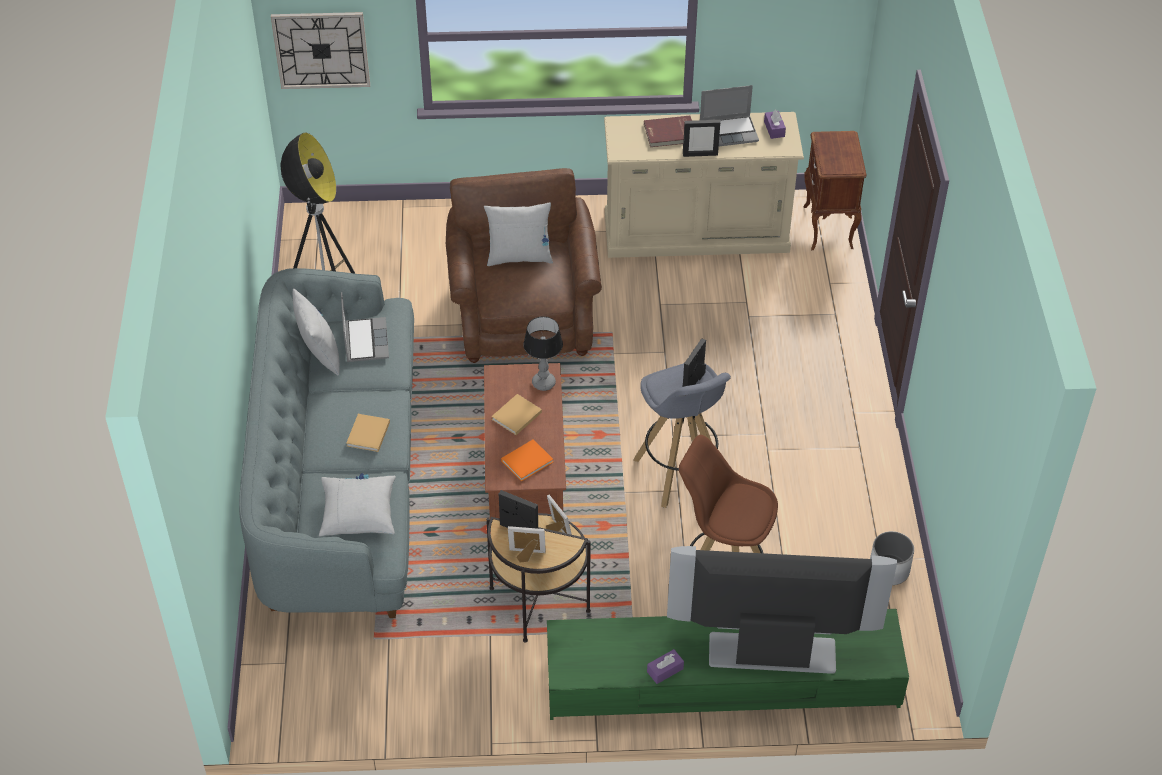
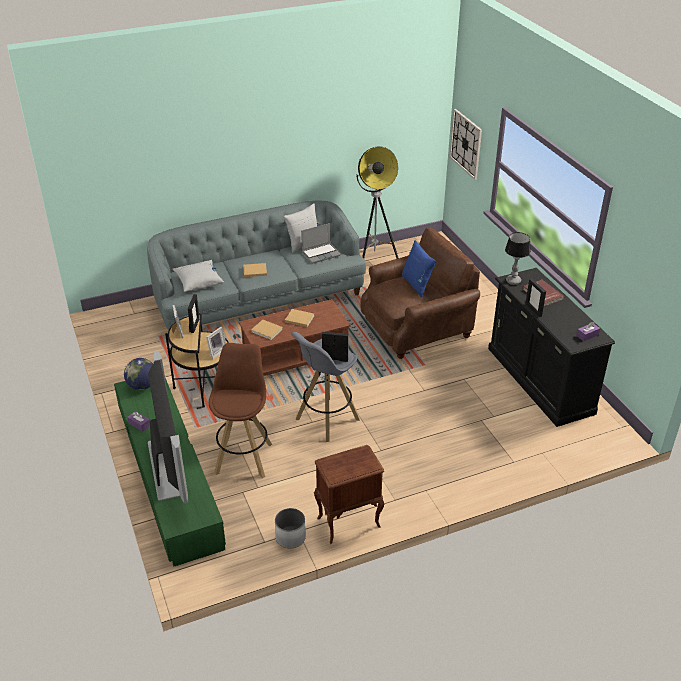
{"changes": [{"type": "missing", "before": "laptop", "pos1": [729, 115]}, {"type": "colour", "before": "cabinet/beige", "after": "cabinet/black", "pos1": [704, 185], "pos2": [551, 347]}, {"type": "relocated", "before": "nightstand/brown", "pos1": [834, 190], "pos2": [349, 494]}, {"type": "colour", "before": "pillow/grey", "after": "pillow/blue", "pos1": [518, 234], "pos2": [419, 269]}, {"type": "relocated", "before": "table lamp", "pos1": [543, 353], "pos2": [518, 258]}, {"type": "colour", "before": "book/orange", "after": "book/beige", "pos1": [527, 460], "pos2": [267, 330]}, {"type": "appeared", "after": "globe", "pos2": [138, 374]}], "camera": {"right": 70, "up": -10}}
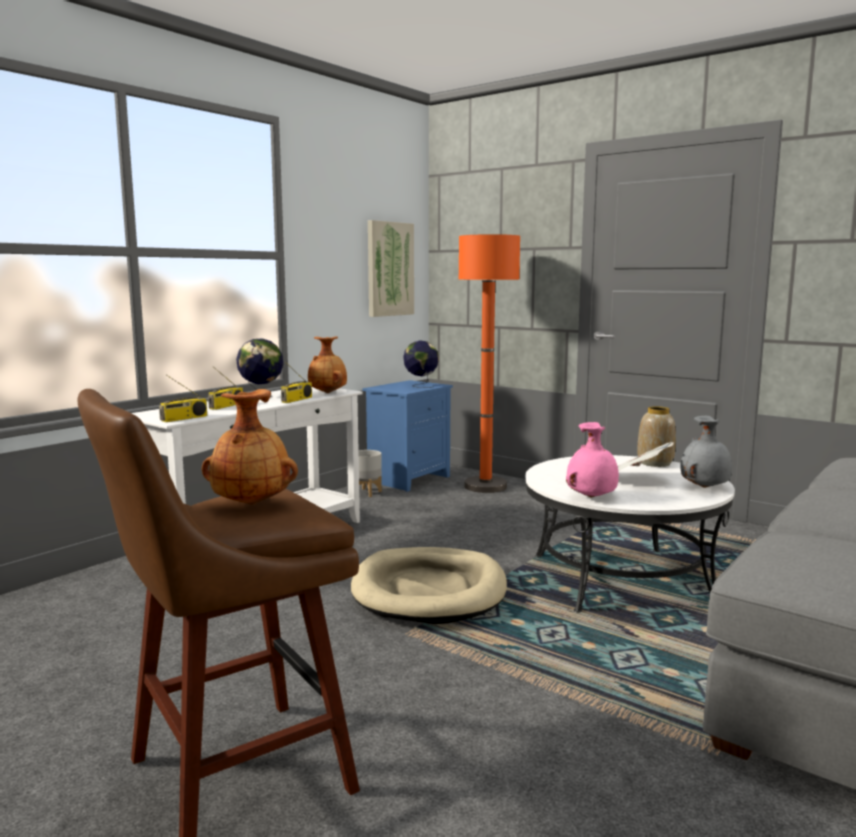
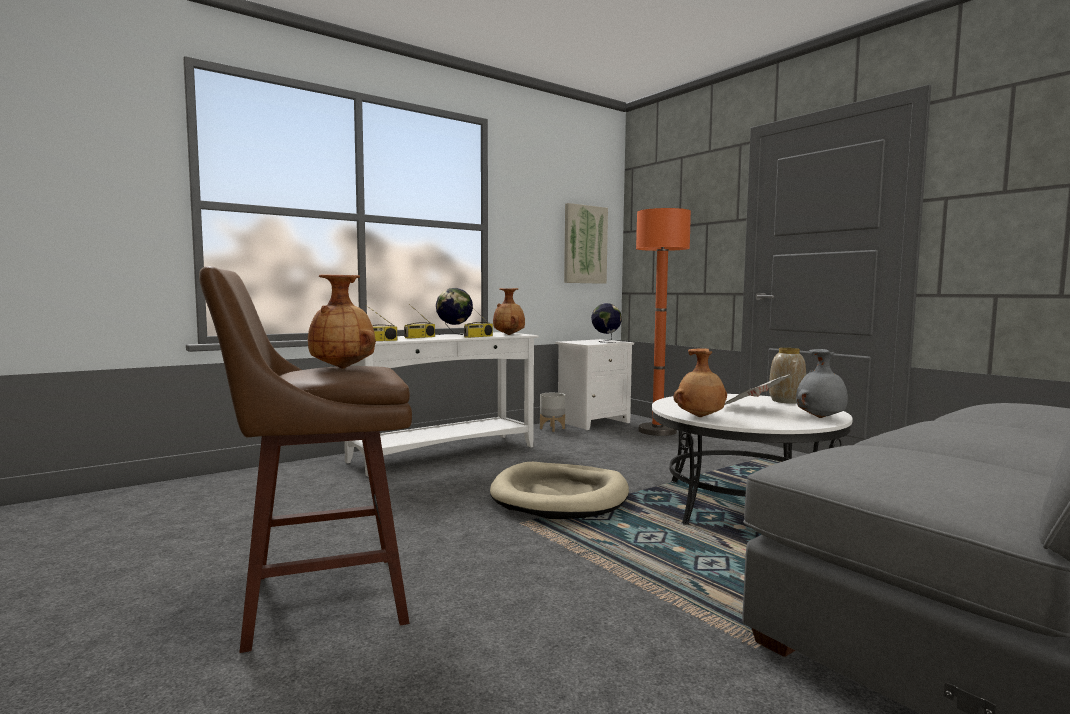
{"changes": [{"type": "colour", "before": "nightstand/blue", "after": "nightstand/white", "pos1": [407, 436], "pos2": [594, 384]}, {"type": "colour", "before": "vase/pink", "after": "vase/brown", "pos1": [592, 459], "pos2": [700, 382]}], "camera": {"right": 15, "up": -5}}
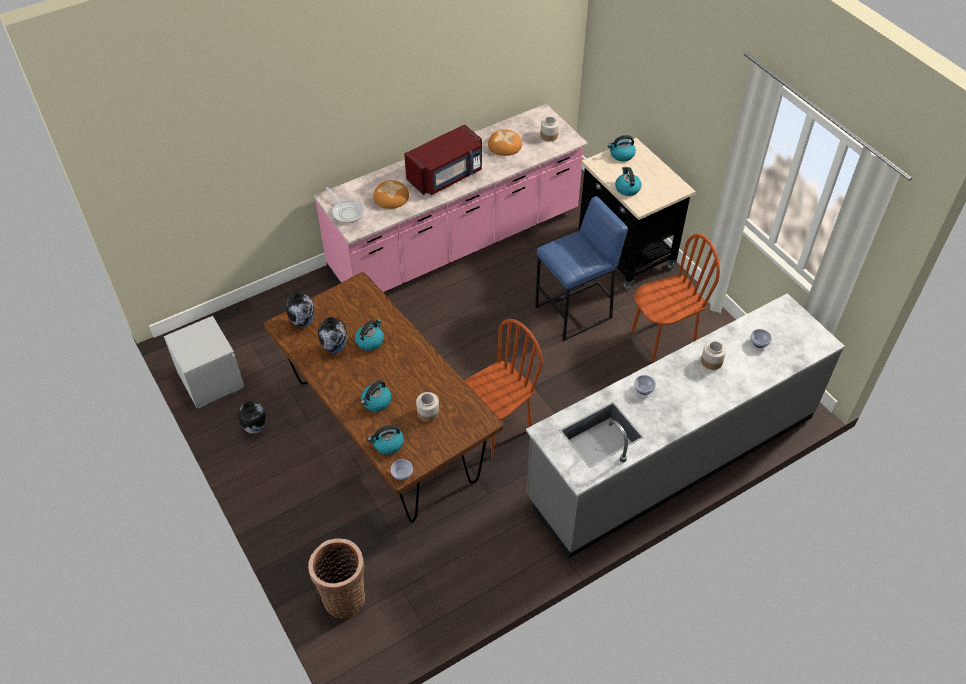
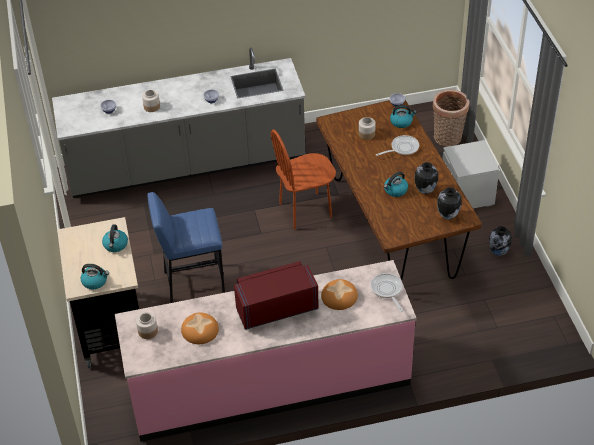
{"changes": [{"type": "missing", "before": "chair/brown", "pos1": [675, 298]}, {"type": "relocated", "before": "nightstand/white", "pos1": [204, 362], "pos2": [471, 174]}, {"type": "exchanged", "before": "kettle", "after": "frying pan", "pos1": [376, 396], "pos2": [397, 145]}], "camera": {"right": -160, "up": -5}}
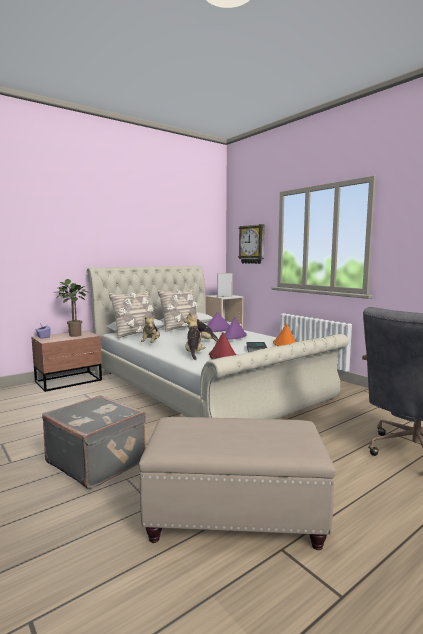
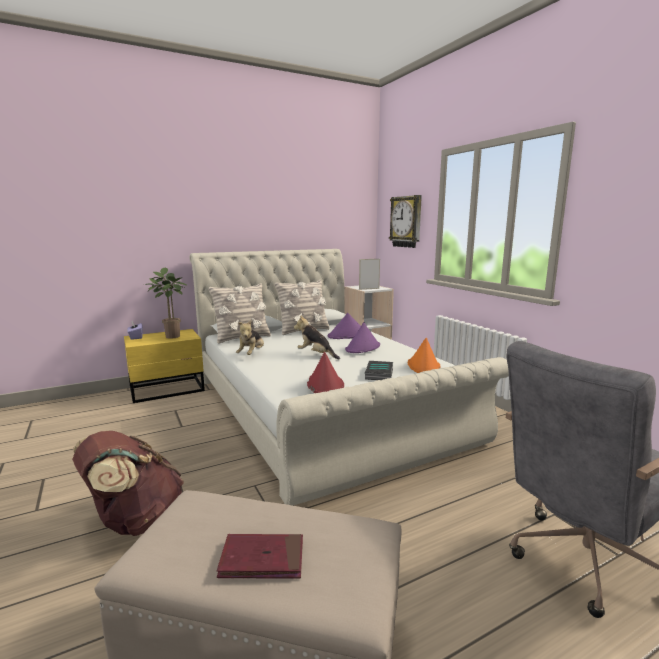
{"changes": [{"type": "missing", "before": "plush toy", "pos1": [195, 339]}, {"type": "colour", "before": "nightstand/brown", "after": "nightstand/yellow", "pos1": [67, 361], "pos2": [164, 366]}, {"type": "exchanged", "before": "suitcase/grey", "after": "backpack/brown", "pos1": [94, 442], "pos2": [128, 483]}, {"type": "appeared", "after": "book/red", "pos2": [260, 556]}], "camera": {"right": 10, "up": 5}}
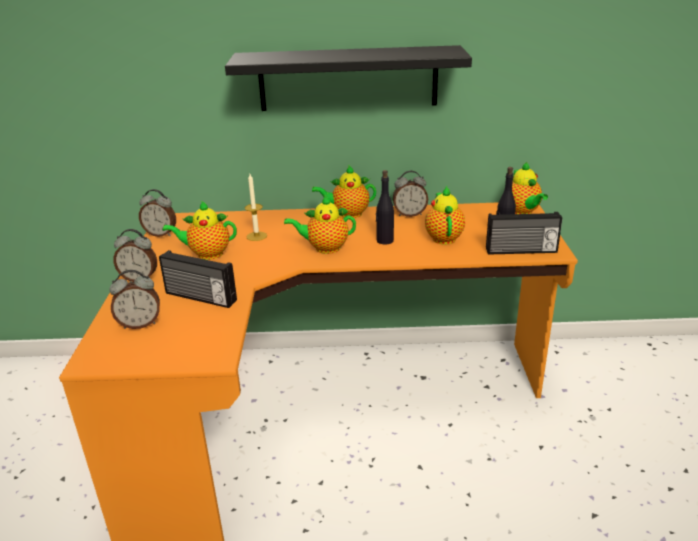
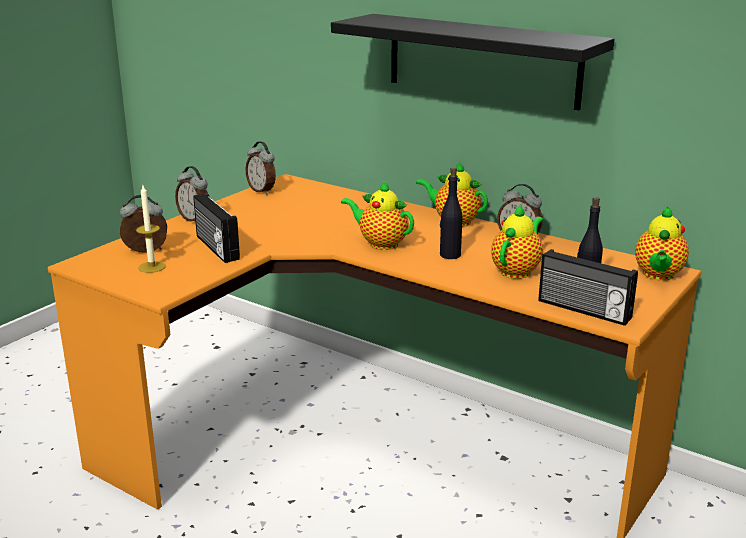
{"changes": [{"type": "relocated", "before": "candle", "pos1": [256, 207], "pos2": [151, 229]}, {"type": "missing", "before": "teapot", "pos1": [199, 230]}, {"type": "spun", "before": "alarm clock", "pos1": [134, 299], "pos2": [143, 224], "turn": 150}], "camera": {"right": 35, "up": -5}}
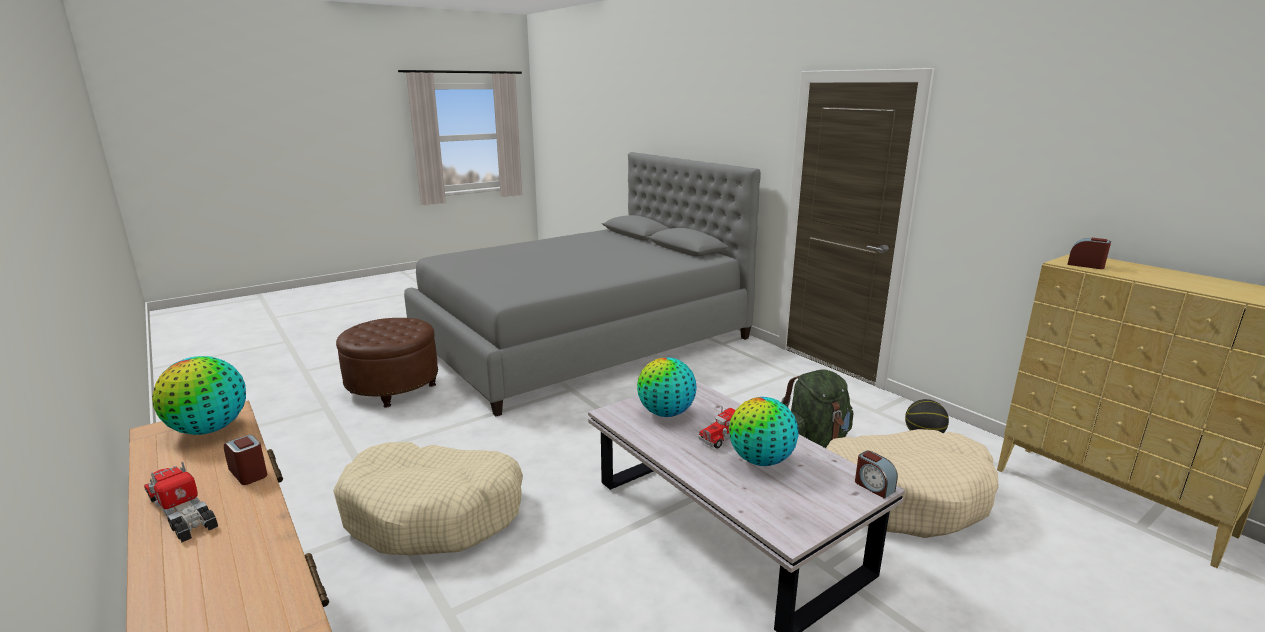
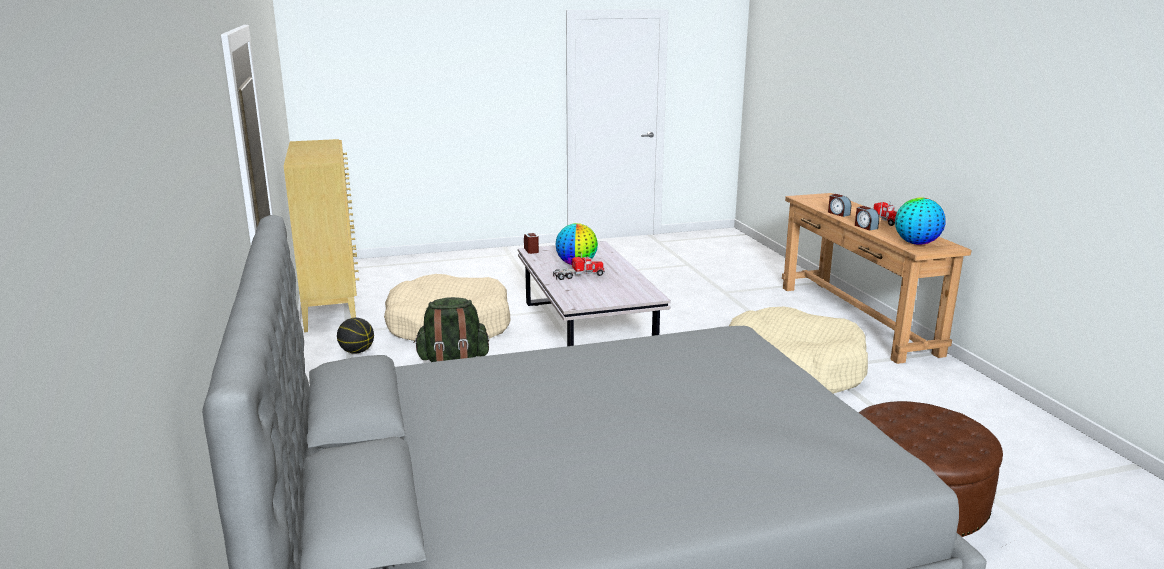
{"changes": [{"type": "relocated", "before": "alarm clock", "pos1": [1089, 253], "pos2": [839, 205]}, {"type": "missing", "before": "globe", "pos1": [667, 387]}], "camera": {"right": -160, "up": 0}}
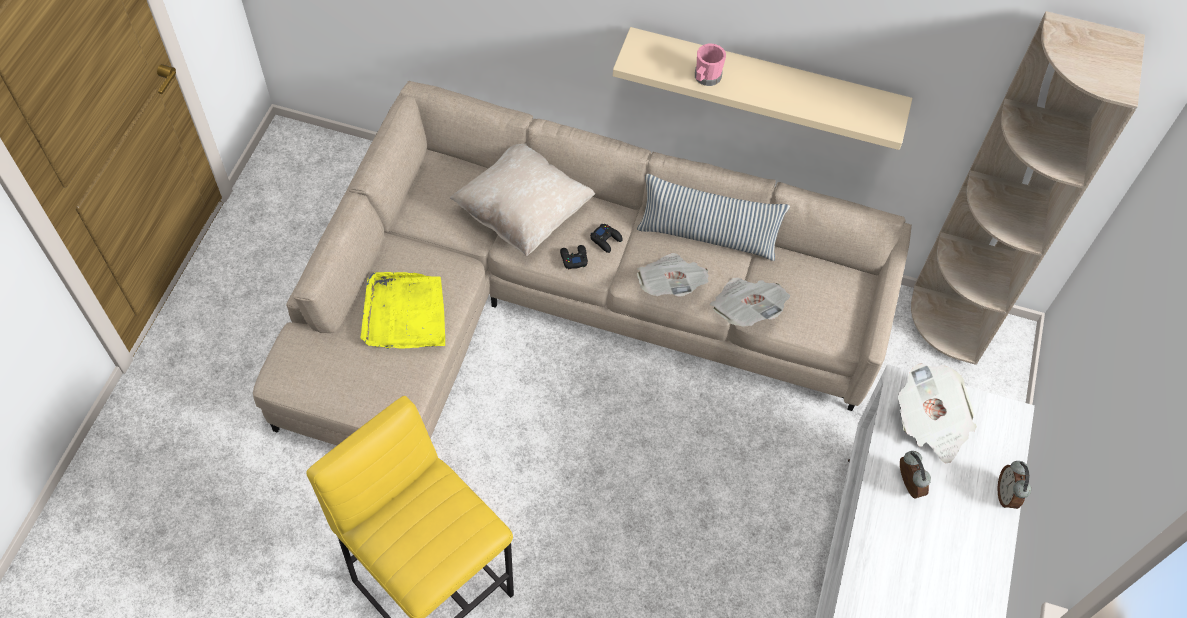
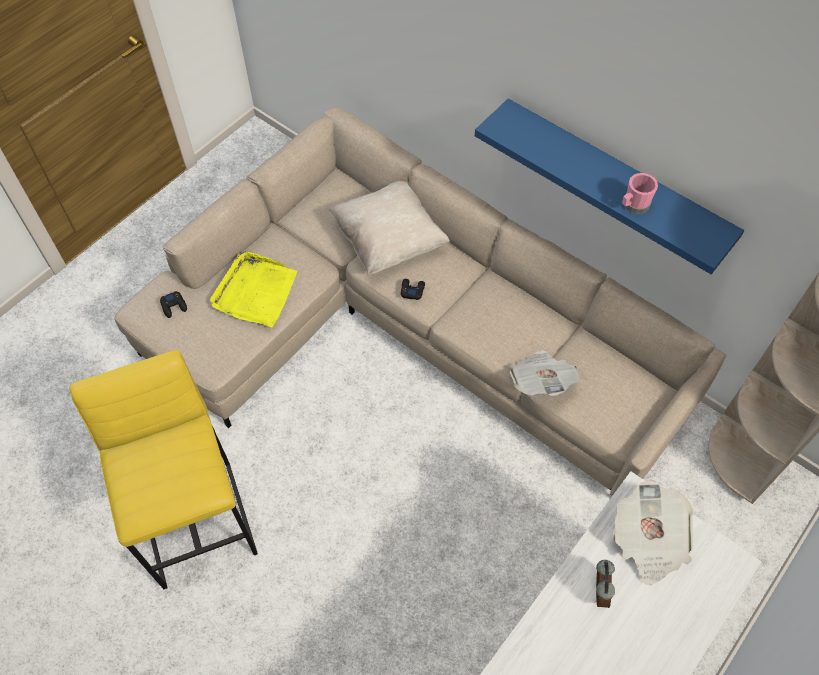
{"changes": [{"type": "colour", "before": "shelf/beige", "after": "shelf/blue", "pos1": [762, 88], "pos2": [609, 186]}, {"type": "relocated", "before": "mug/pink", "pos1": [710, 65], "pos2": [640, 193]}, {"type": "missing", "before": "pillow", "pos1": [713, 217]}, {"type": "relocated", "before": "game controller/black", "pos1": [606, 238], "pos2": [173, 304]}, {"type": "missing", "before": "newspaper", "pos1": [673, 275]}, {"type": "missing", "before": "alarm clock", "pos1": [1014, 485]}], "camera": {"right": 25, "up": 0}}
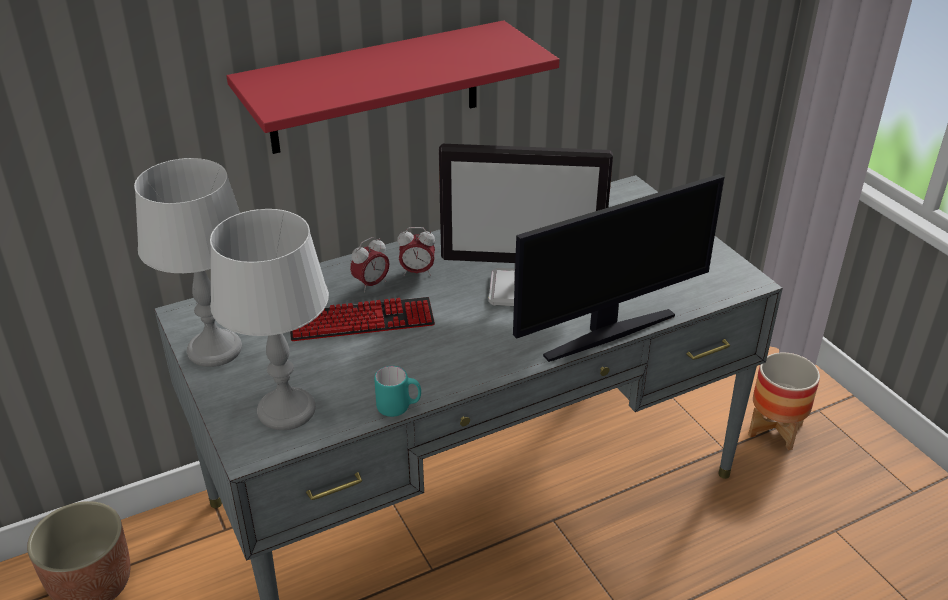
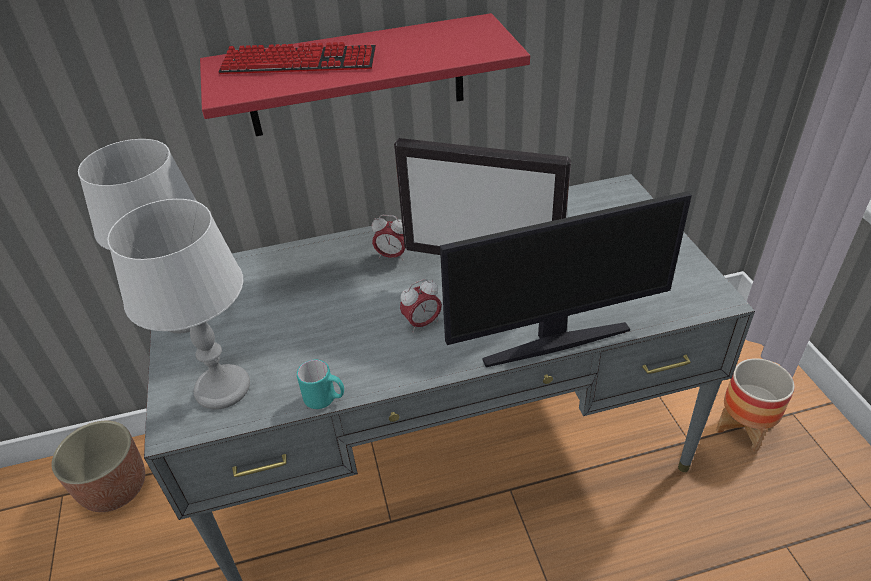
{"changes": [{"type": "relocated", "before": "alarm clock", "pos1": [370, 265], "pos2": [421, 306]}, {"type": "relocated", "before": "keyboard", "pos1": [362, 319], "pos2": [297, 58]}], "camera": {"right": 15, "up": 5}}
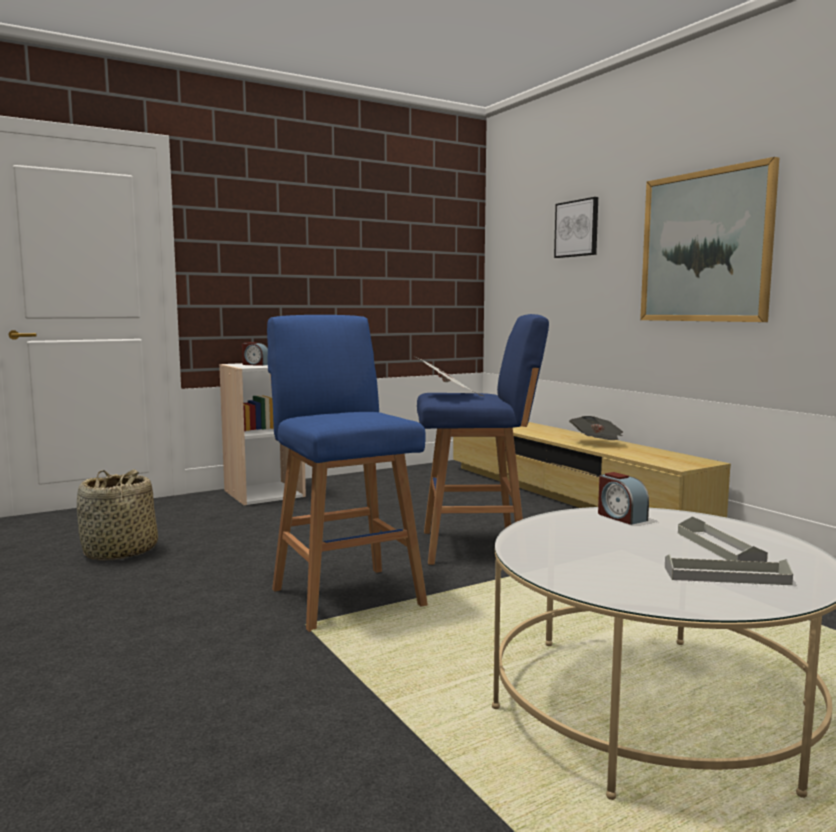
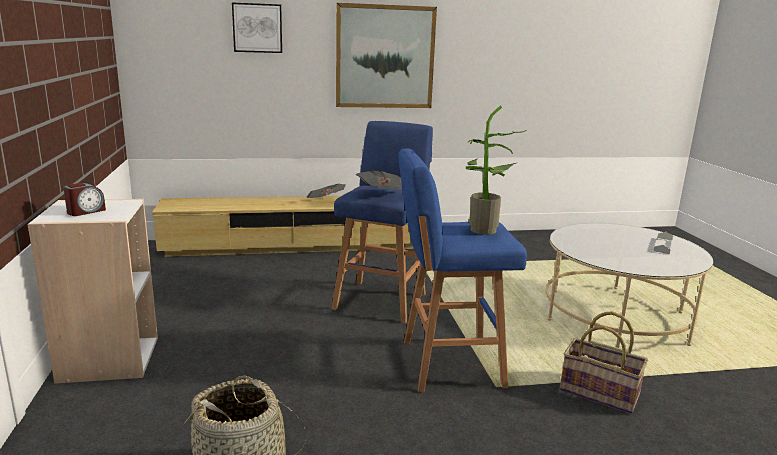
{"changes": [{"type": "missing", "before": "alarm clock", "pos1": [623, 498]}, {"type": "missing", "before": "tray/grey", "pos1": [723, 539]}, {"type": "appeared", "after": "potted plant", "pos2": [496, 170]}, {"type": "appeared", "after": "basket", "pos2": [604, 362]}], "camera": {"right": -70, "up": 10}}
